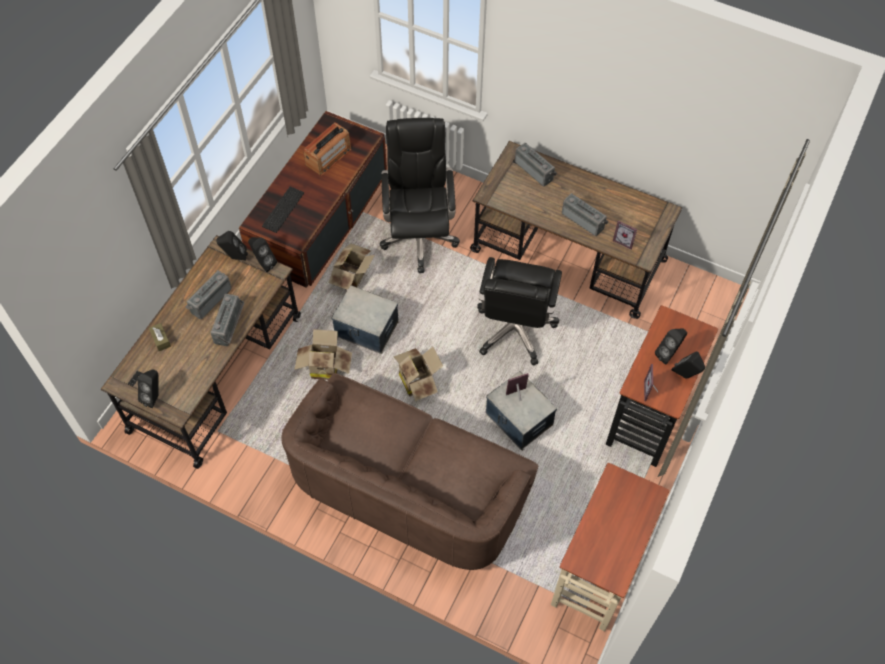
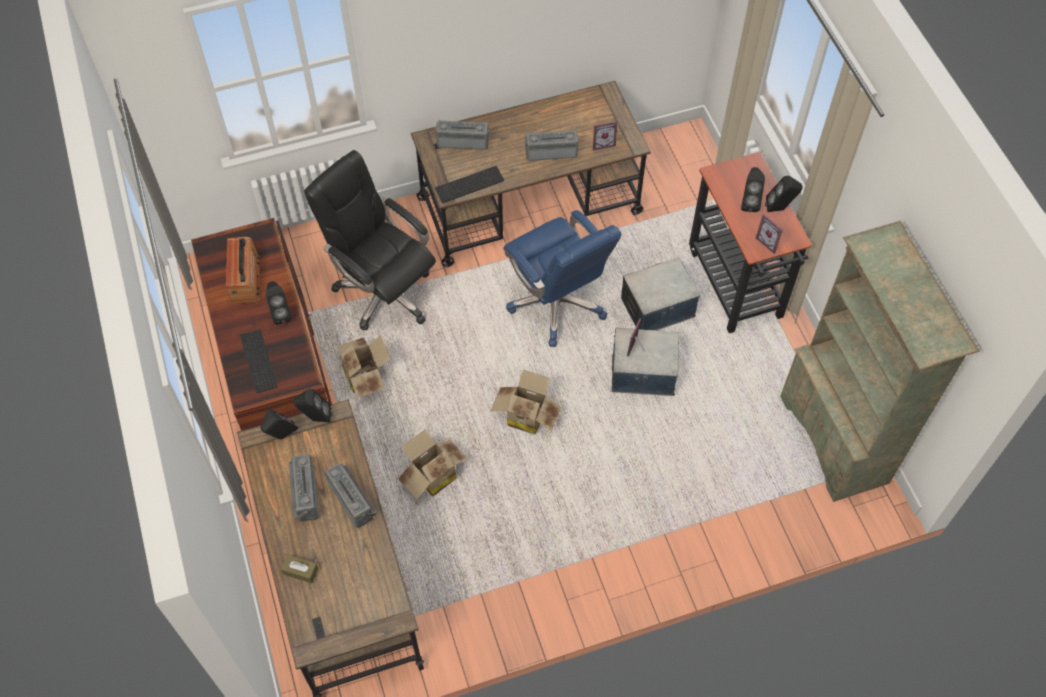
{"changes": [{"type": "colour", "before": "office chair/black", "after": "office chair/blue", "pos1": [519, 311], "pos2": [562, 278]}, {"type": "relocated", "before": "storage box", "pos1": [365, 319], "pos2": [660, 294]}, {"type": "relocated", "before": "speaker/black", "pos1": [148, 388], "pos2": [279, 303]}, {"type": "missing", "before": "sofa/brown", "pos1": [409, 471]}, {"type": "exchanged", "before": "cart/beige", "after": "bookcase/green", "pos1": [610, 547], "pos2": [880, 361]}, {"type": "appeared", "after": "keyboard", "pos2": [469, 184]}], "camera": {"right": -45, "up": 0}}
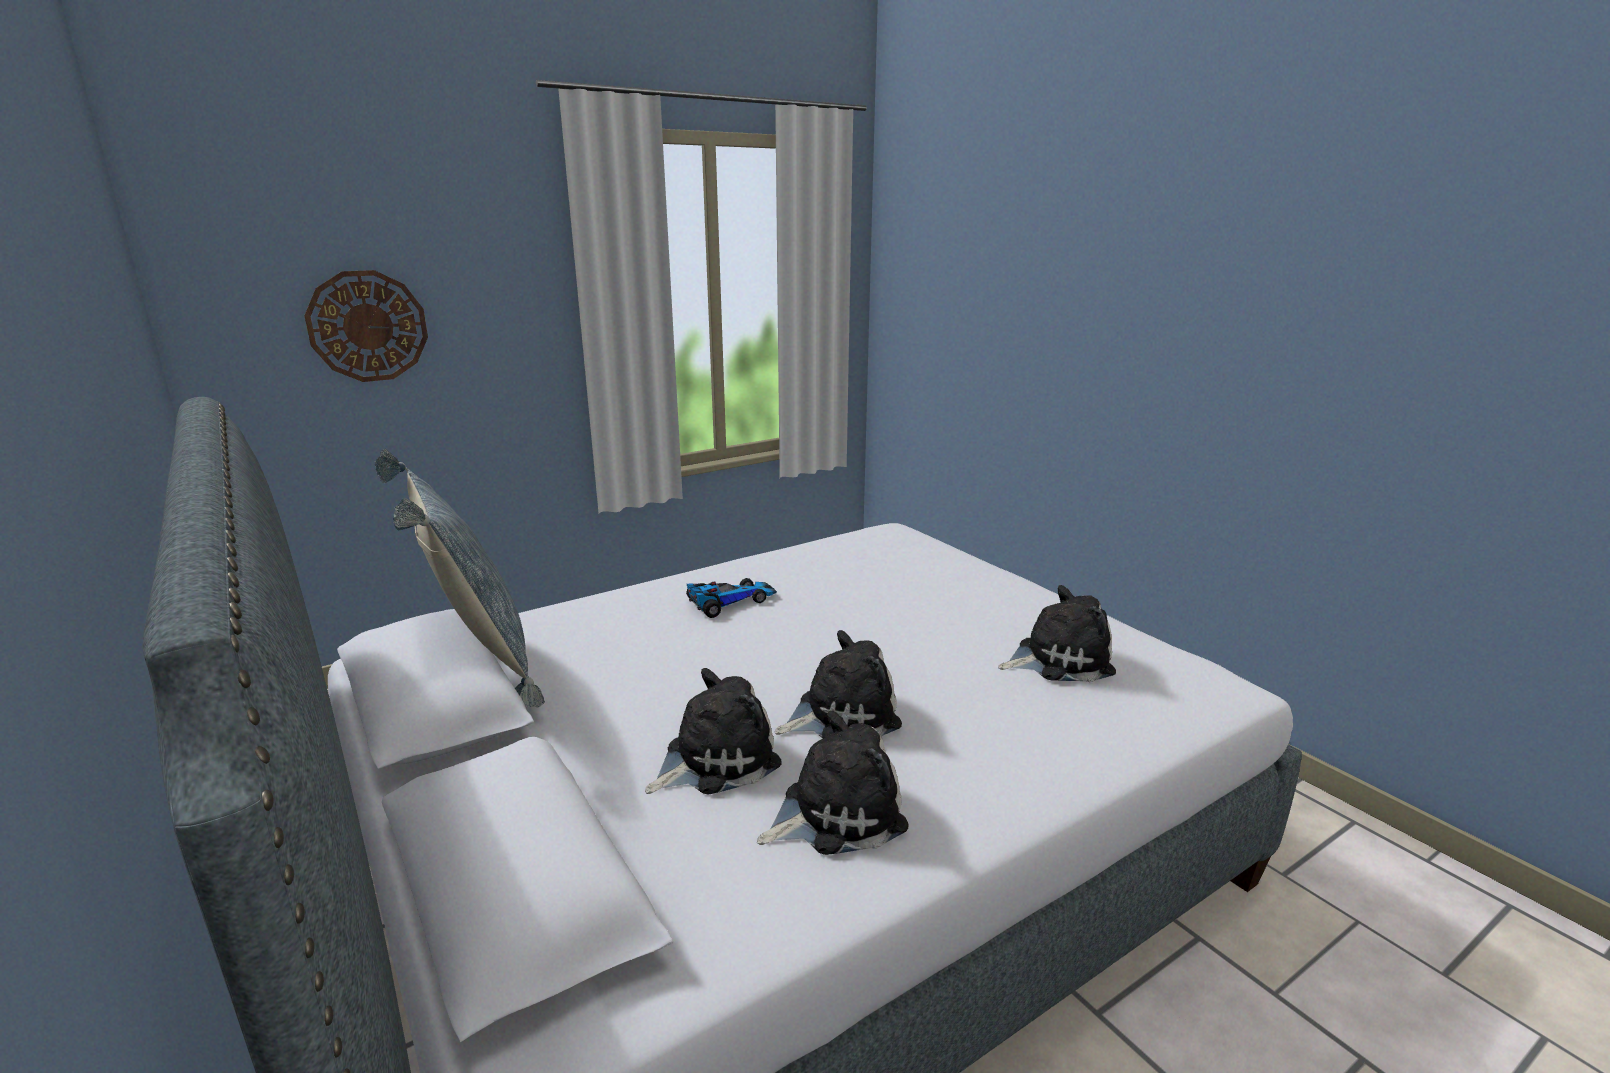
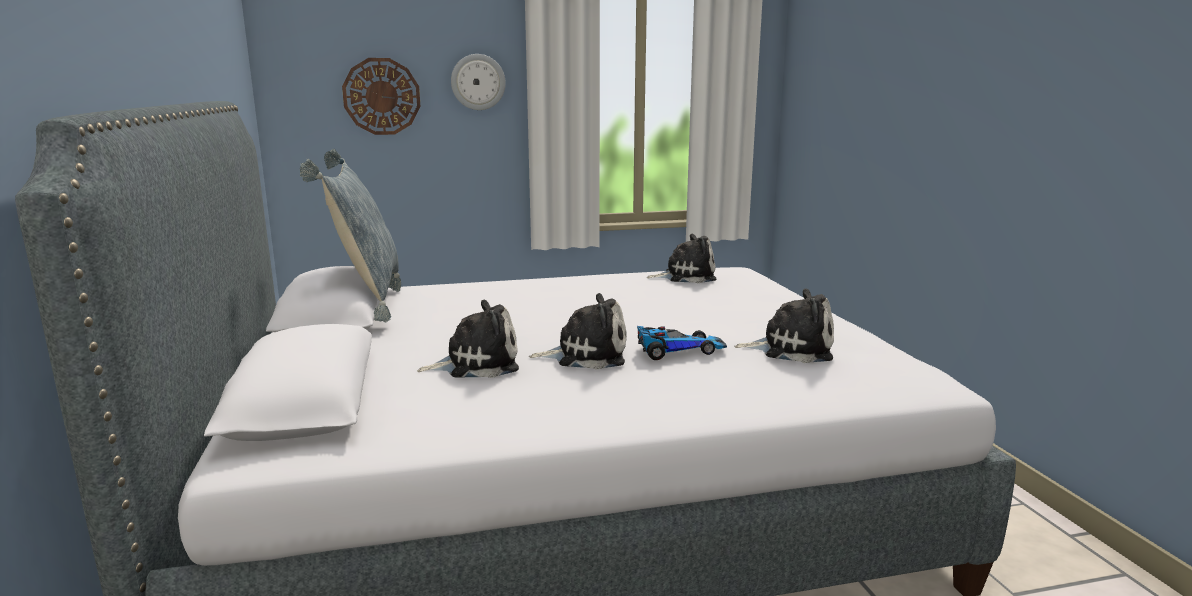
{"changes": [{"type": "relocated", "before": "toy car", "pos1": [731, 598], "pos2": [682, 343]}, {"type": "relocated", "before": "plush toy", "pos1": [832, 782], "pos2": [681, 258]}, {"type": "appeared", "after": "wall clock", "pos2": [478, 82]}], "camera": {"right": 20, "up": -5}}
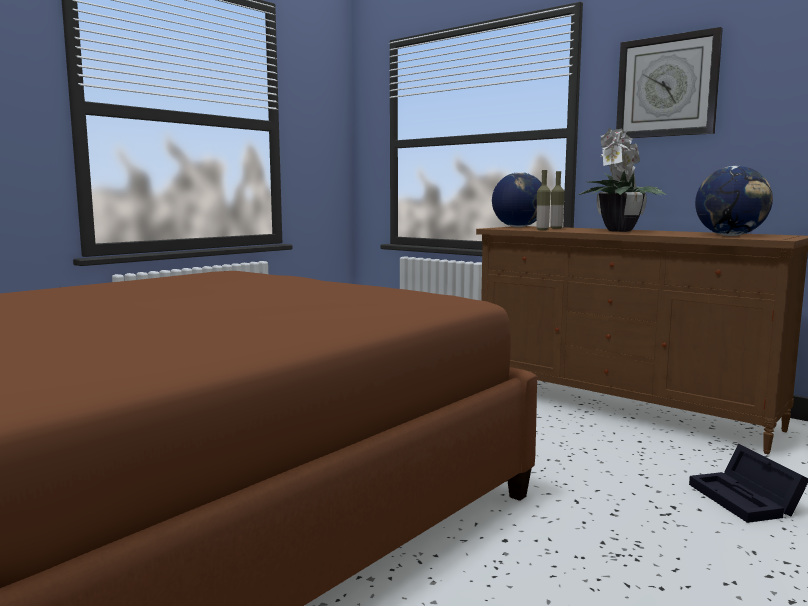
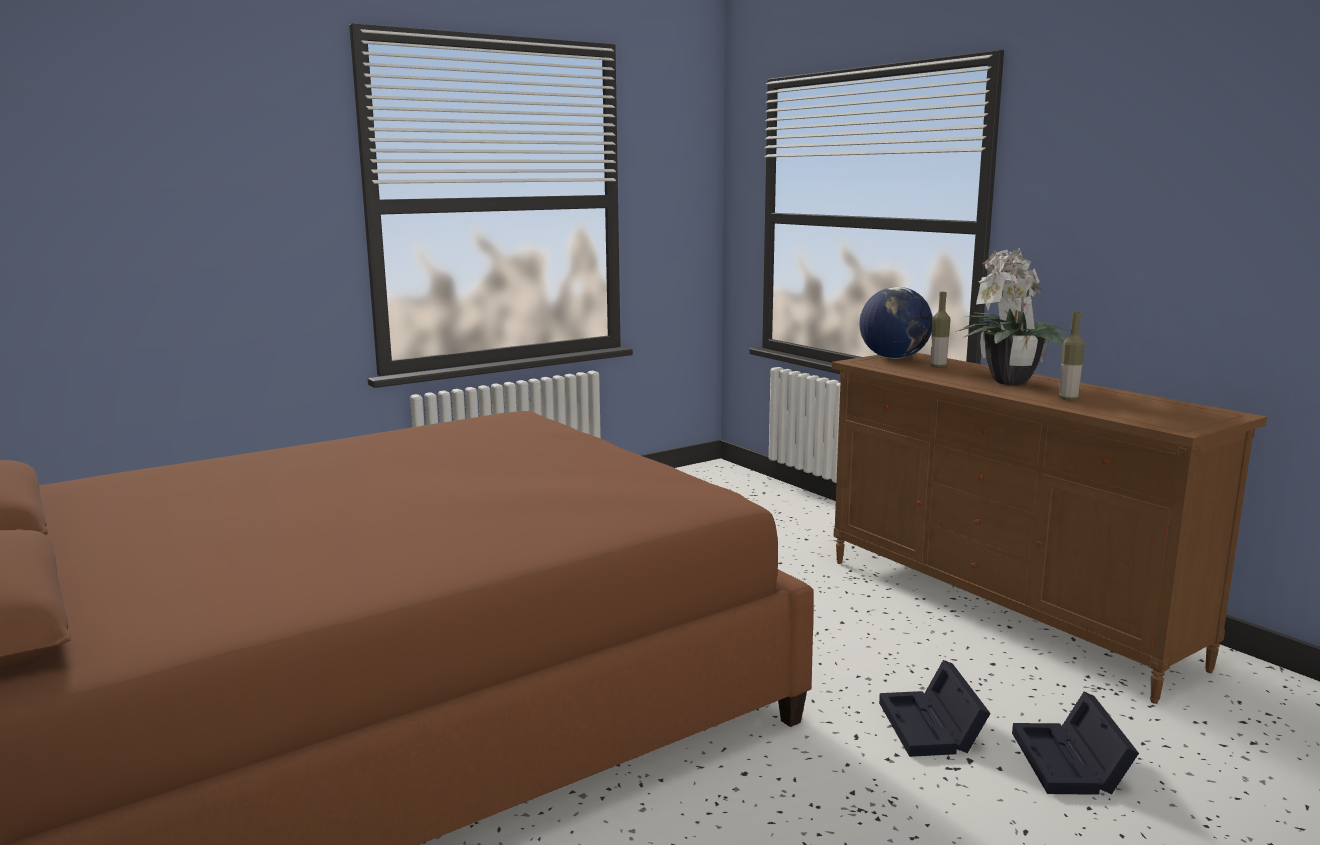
{"changes": [{"type": "missing", "before": "wall clock", "pos1": [669, 82]}, {"type": "missing", "before": "globe", "pos1": [734, 201]}, {"type": "relocated", "before": "bottle", "pos1": [543, 200], "pos2": [1072, 356]}, {"type": "appeared", "after": "storage box/black", "pos2": [935, 708]}], "camera": {"right": 15, "up": 5}}
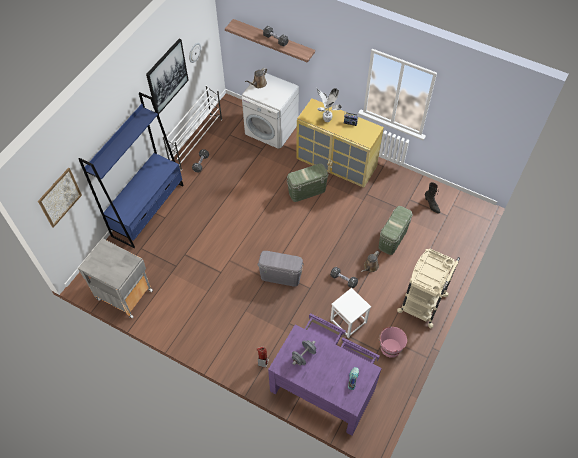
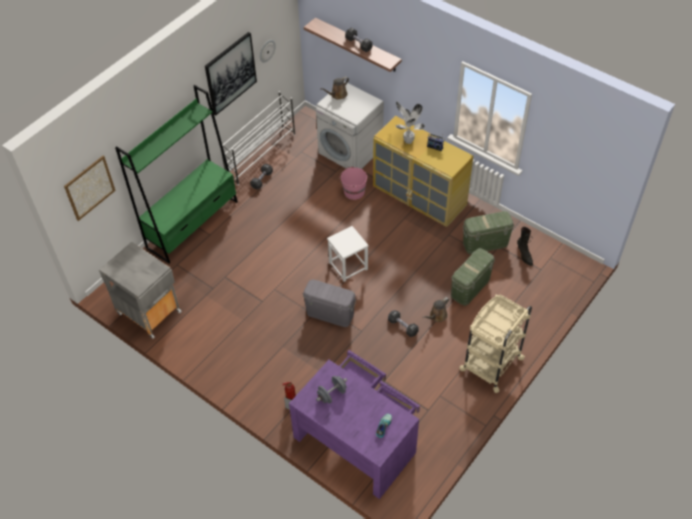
{"changes": [{"type": "colour", "before": "bookcase/blue", "after": "bookcase/green", "pos1": [131, 170], "pos2": [176, 174]}, {"type": "relocated", "before": "storage box/green", "pos1": [308, 182], "pos2": [488, 232]}, {"type": "relocated", "before": "stool/white", "pos1": [350, 313], "pos2": [348, 254]}, {"type": "relocated", "before": "bucket/pink", "pos1": [393, 342], "pos2": [353, 183]}], "camera": {"right": 10, "up": -5}}
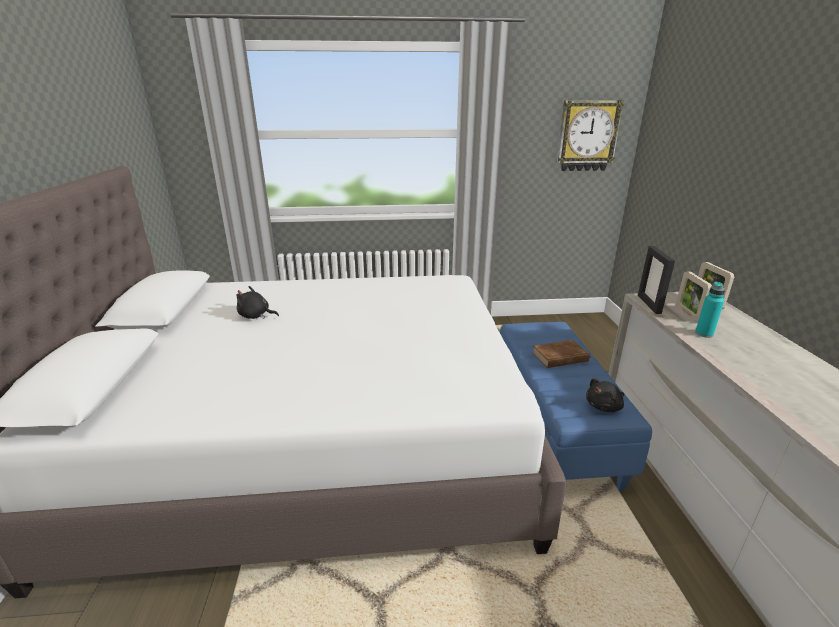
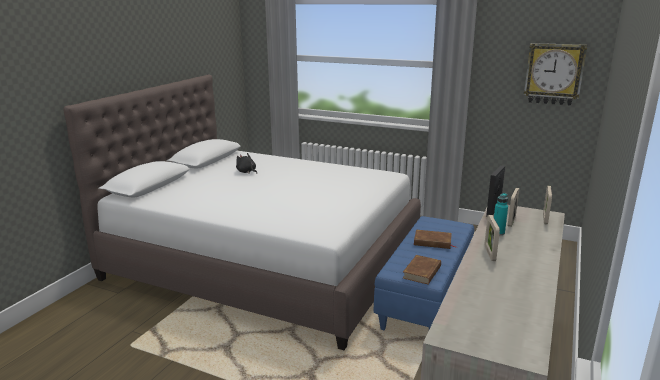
{"changes": [{"type": "exchanged", "before": "plush toy/black", "after": "book/brown", "pos1": [605, 395], "pos2": [422, 270]}, {"type": "appeared", "after": "picture frame", "pos2": [492, 238]}], "camera": {"right": 30, "up": -5}}
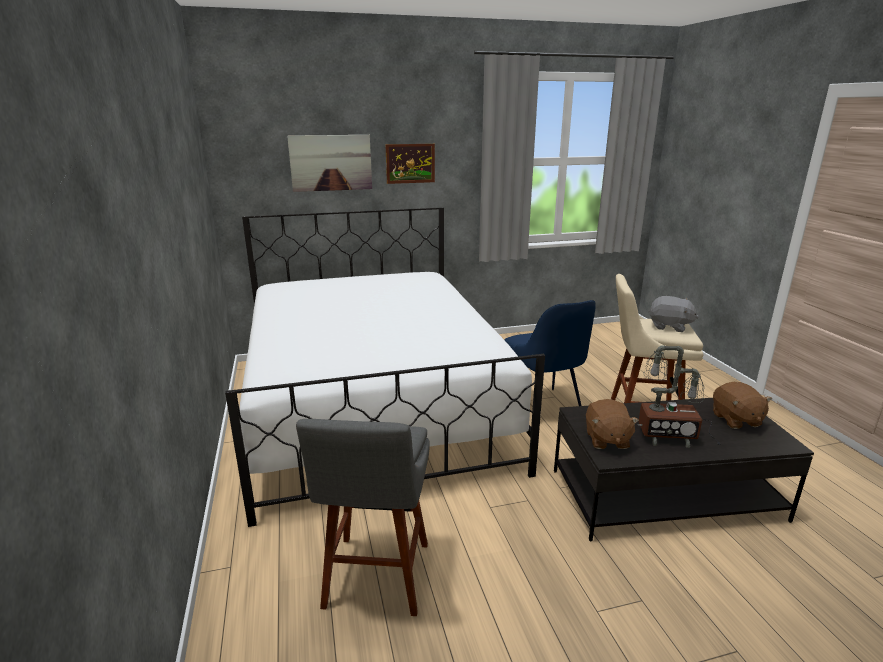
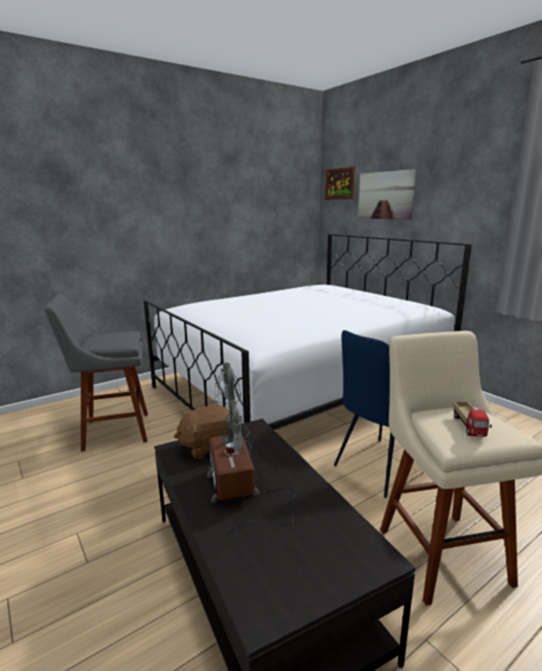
{"changes": [{"type": "relocated", "before": "picture", "pos1": [410, 164], "pos2": [340, 183]}, {"type": "exchanged", "before": "plush toy/grey", "after": "toy truck", "pos1": [674, 314], "pos2": [472, 419]}, {"type": "missing", "before": "plush toy/brown", "pos1": [742, 405]}], "camera": {"right": 70, "up": -5}}
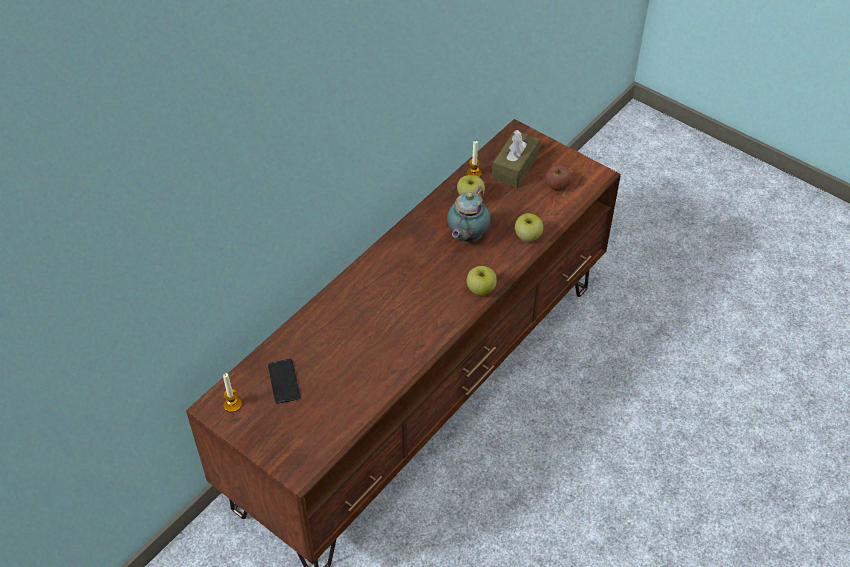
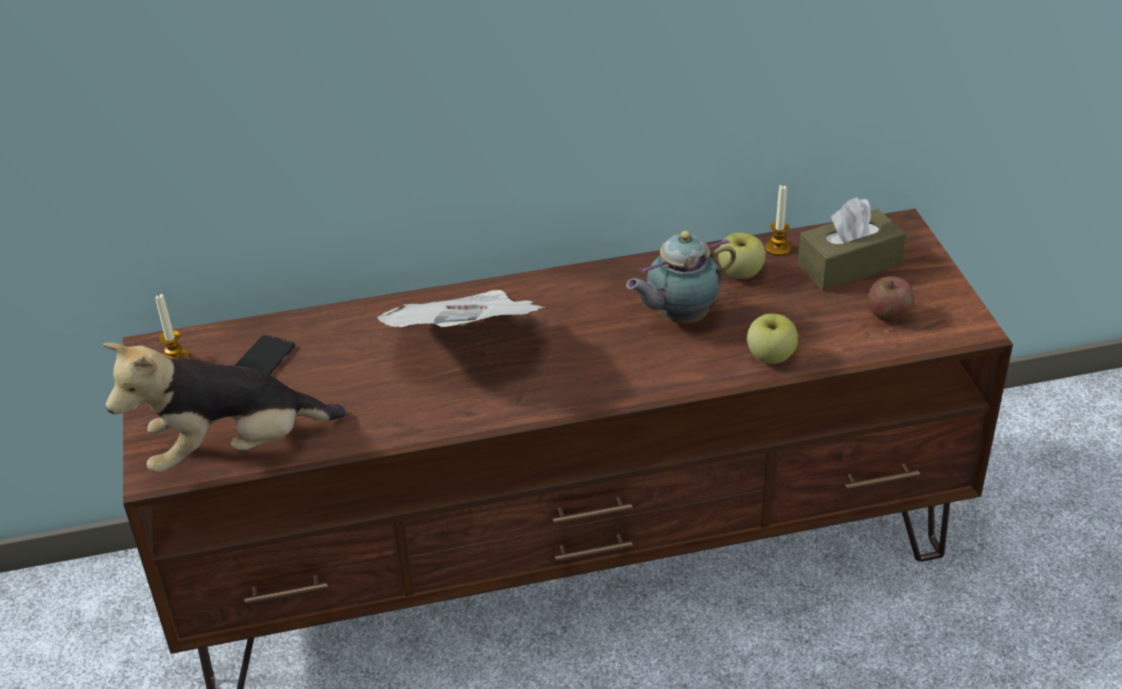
{"changes": [{"type": "missing", "before": "apple", "pos1": [482, 280]}, {"type": "appeared", "after": "newspaper", "pos2": [461, 308]}, {"type": "appeared", "after": "plush toy", "pos2": [224, 408]}], "camera": {"right": 40, "up": -10}}
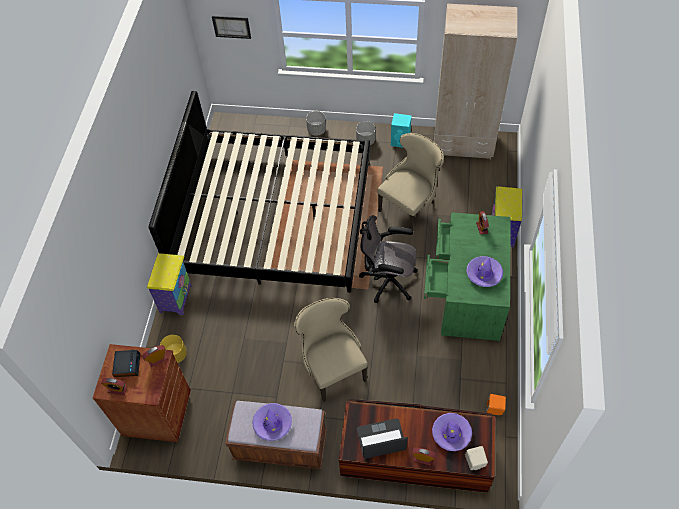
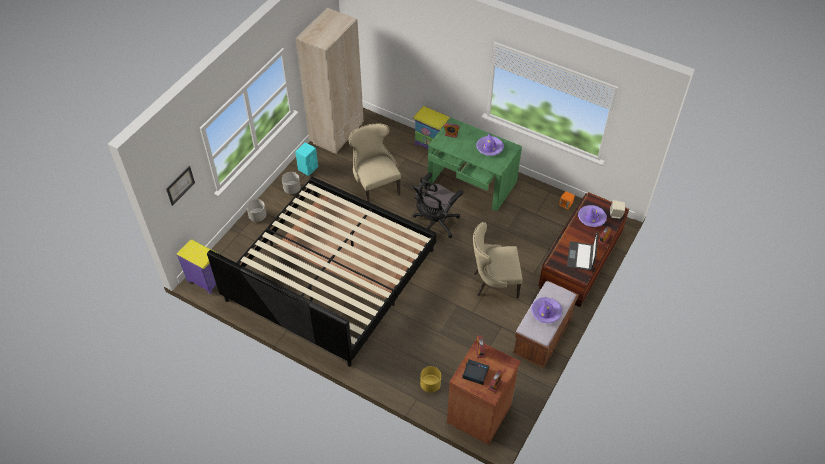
{"changes": [{"type": "relocated", "before": "nightstand", "pos1": [169, 284], "pos2": [196, 266]}], "camera": {"right": -70, "up": -5}}
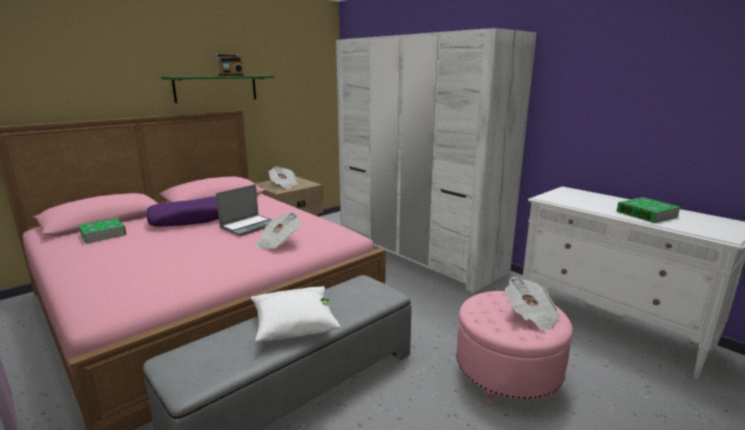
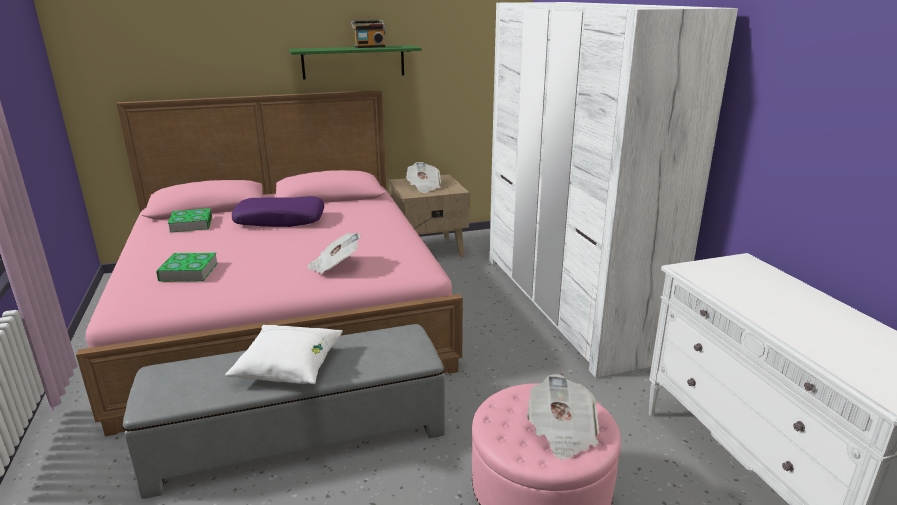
{"changes": [{"type": "missing", "before": "laptop", "pos1": [244, 210]}, {"type": "relocated", "before": "book", "pos1": [649, 210], "pos2": [187, 267]}], "camera": {"right": 25, "up": 5}}
